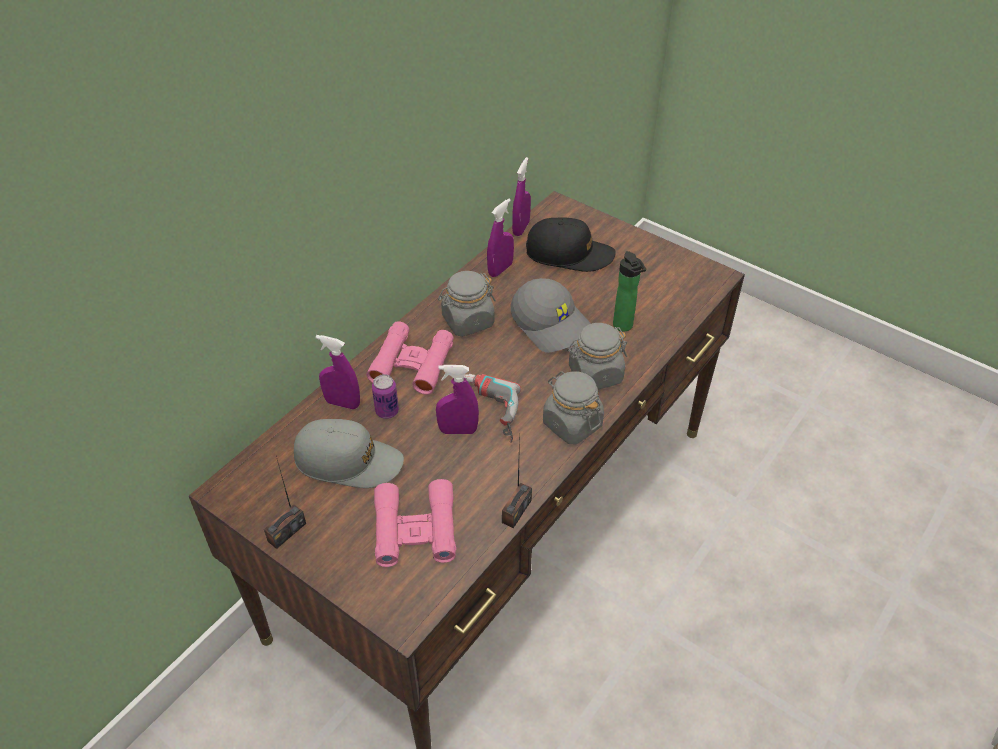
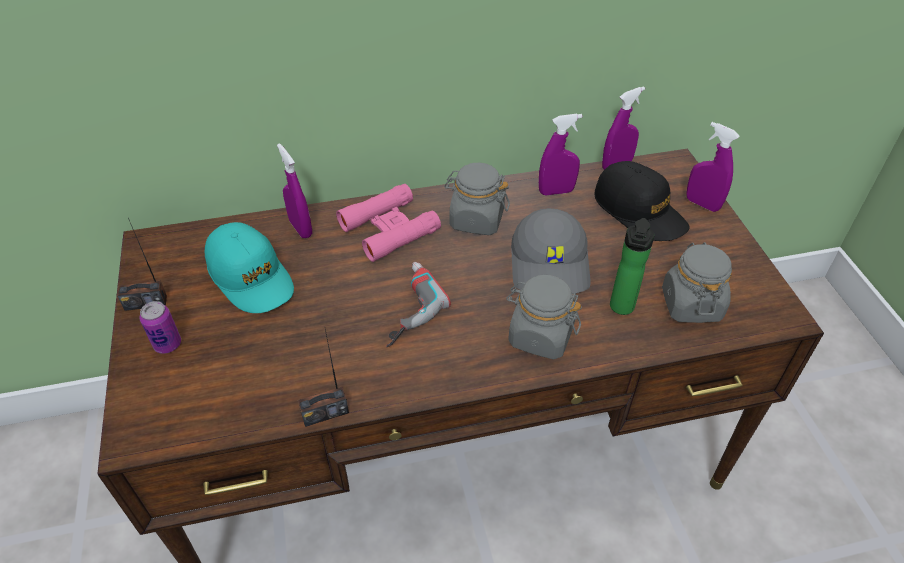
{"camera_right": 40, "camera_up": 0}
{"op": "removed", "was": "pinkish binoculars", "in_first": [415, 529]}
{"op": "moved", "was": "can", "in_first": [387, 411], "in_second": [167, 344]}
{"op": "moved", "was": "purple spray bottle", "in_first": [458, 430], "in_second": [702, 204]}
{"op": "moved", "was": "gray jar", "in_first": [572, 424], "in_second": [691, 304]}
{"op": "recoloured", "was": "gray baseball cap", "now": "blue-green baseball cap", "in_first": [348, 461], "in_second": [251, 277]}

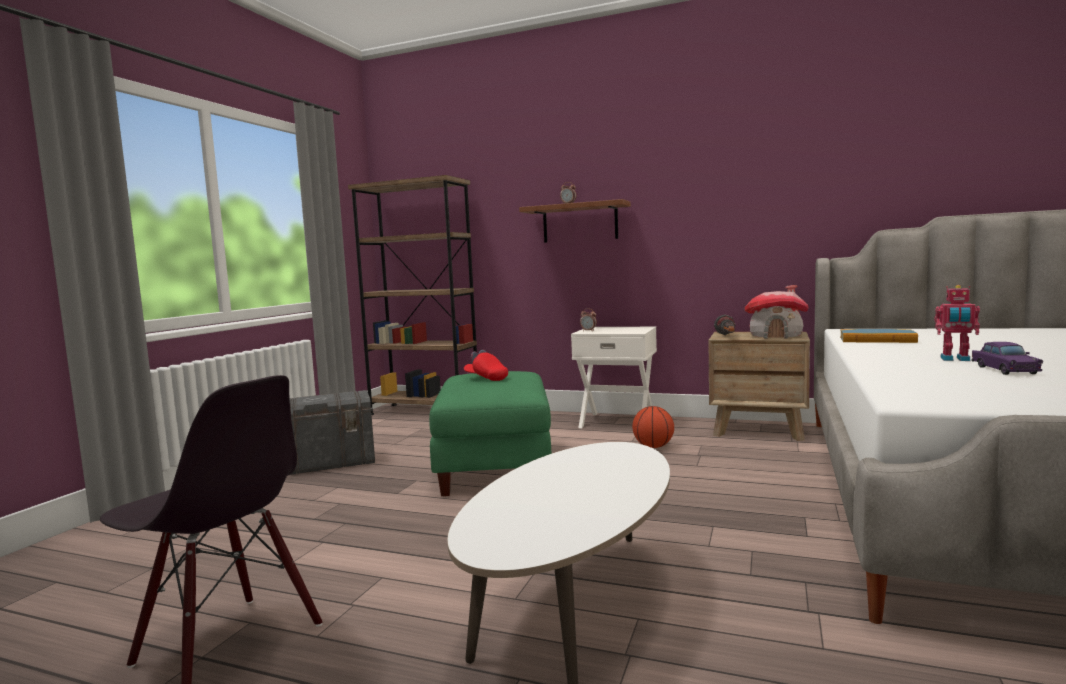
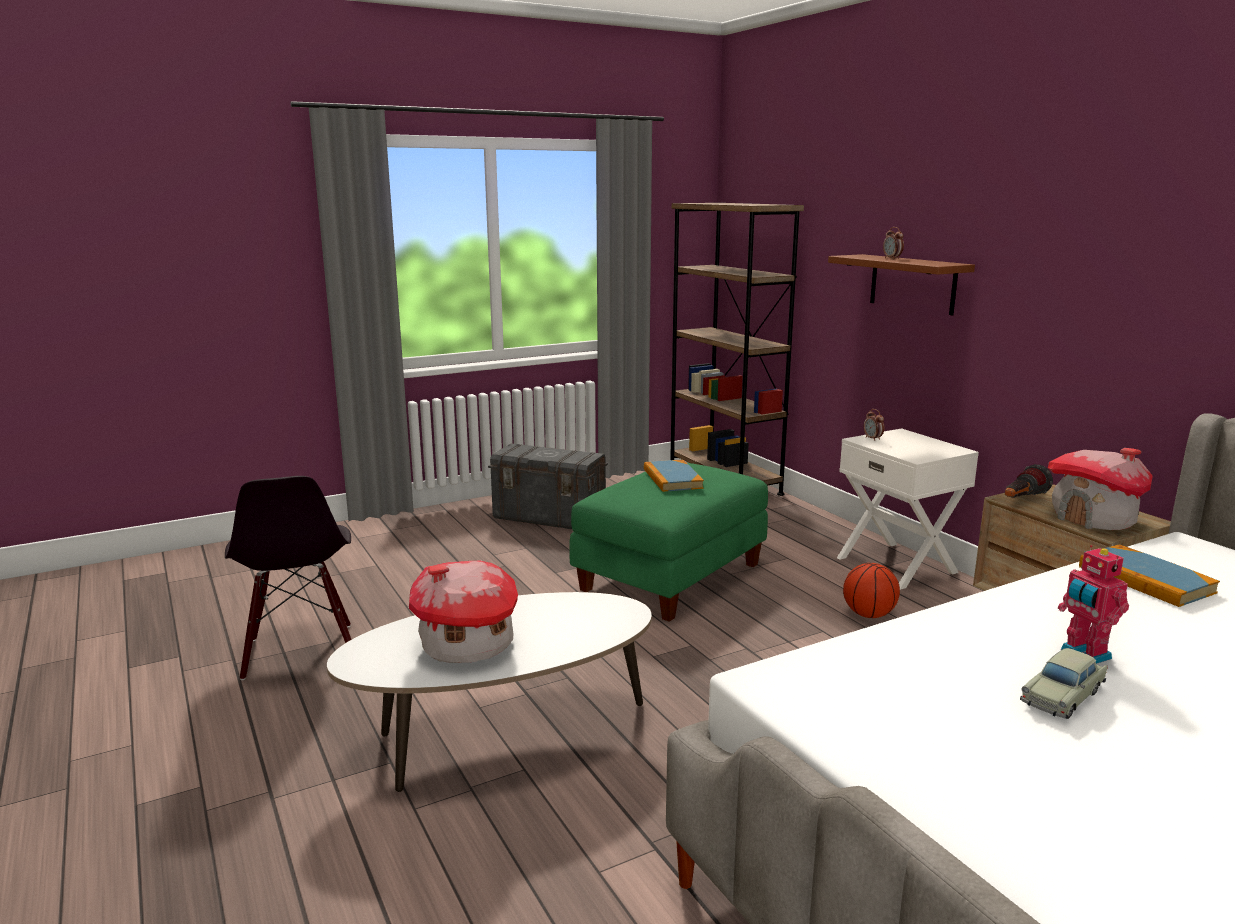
{"camera_right": 40, "camera_up": 10}
{"op": "added", "now": "model house", "in_second": [467, 646]}
{"op": "replaced", "was": "red baseball cap", "now": "volume", "in_first": [486, 378], "in_second": [672, 479]}
{"op": "recoloured", "was": "purple toy car", "now": "sand-coloured toy car", "in_first": [1004, 370], "in_second": [1063, 696]}

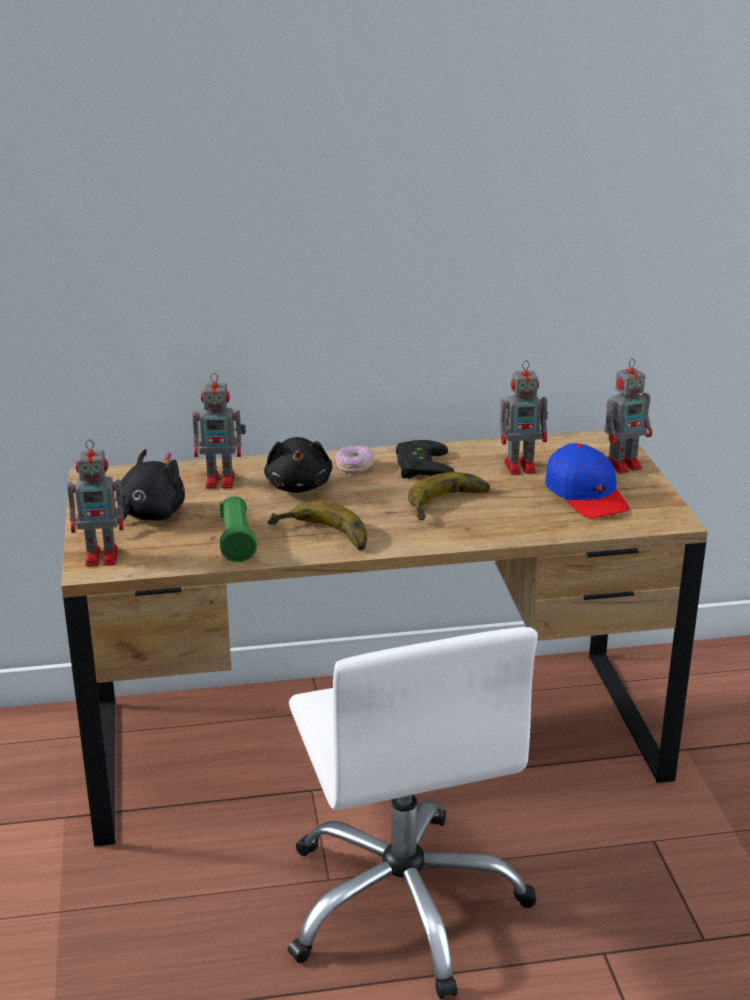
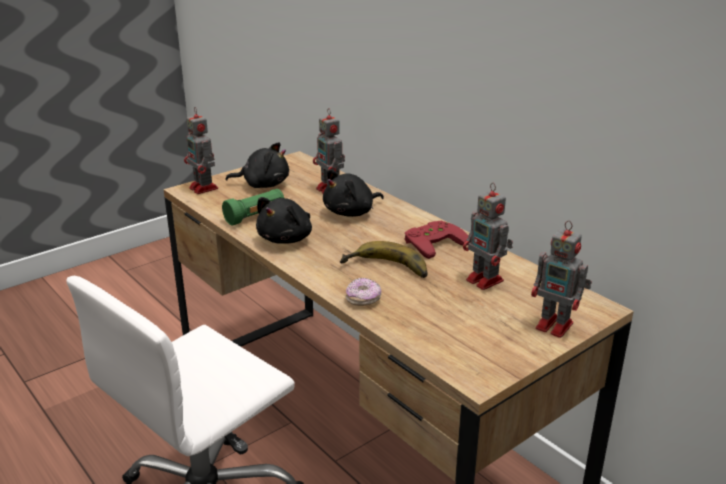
{"camera_right": 60, "camera_up": 0}
{"op": "removed", "was": "blue baseball cap", "in_first": [586, 495]}
{"op": "moved", "was": "ring doughnut", "in_first": [354, 467], "in_second": [363, 300]}
{"op": "replaced", "was": "banana fruit", "now": "black-coloured plush toy", "in_first": [320, 537], "in_second": [287, 238]}
{"op": "recoloured", "was": "black-coloured joypad", "now": "red joypad", "in_first": [419, 466], "in_second": [432, 242]}

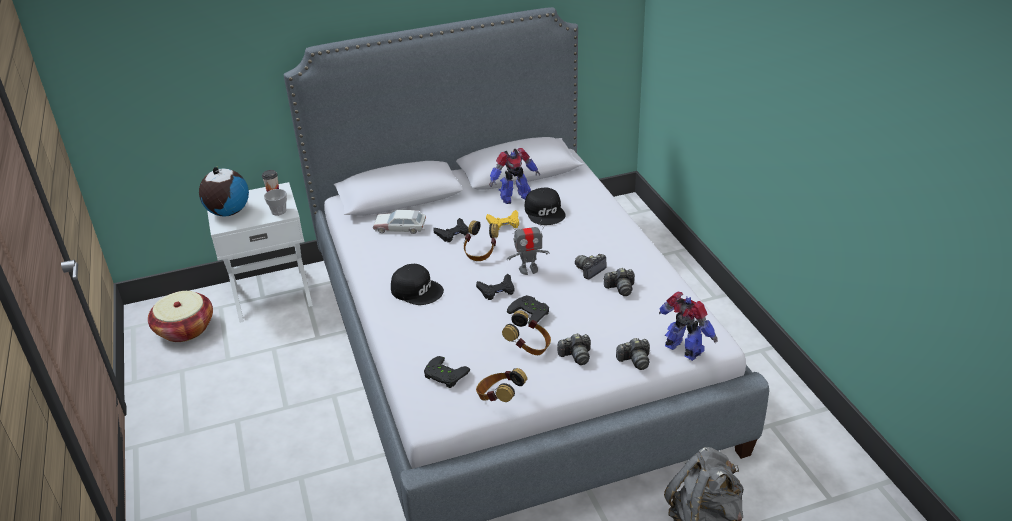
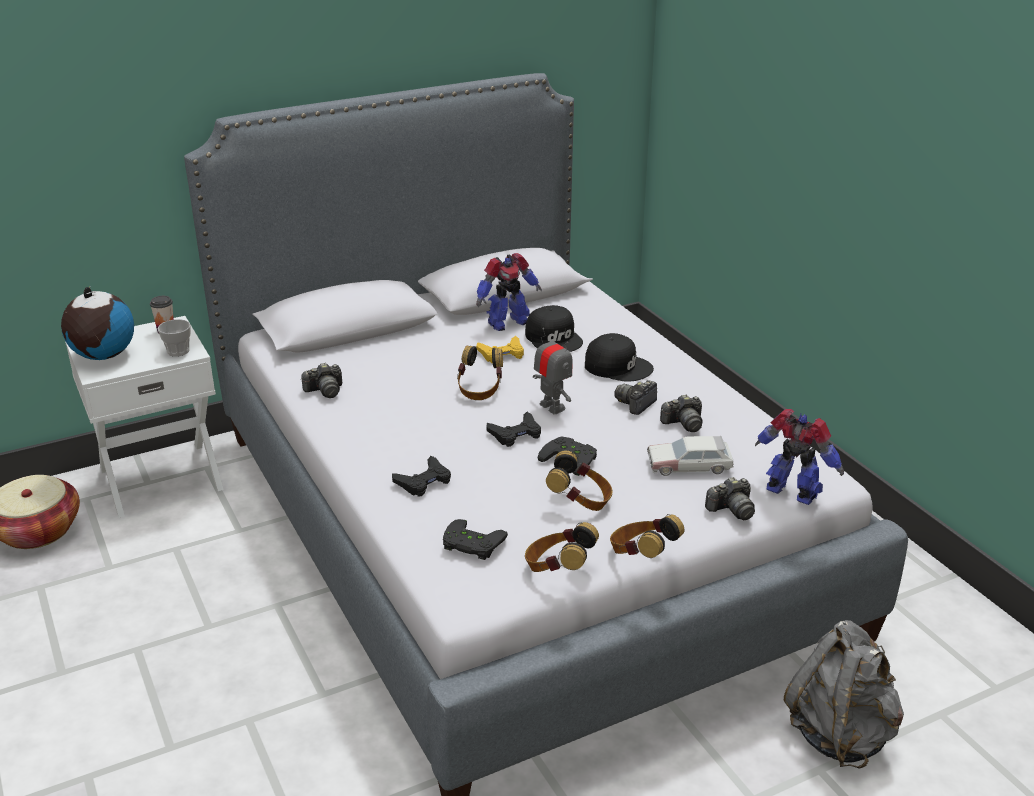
{"camera_right": -10, "camera_up": -5}
{"op": "added", "now": "headphones", "in_second": [641, 556]}
{"op": "moved", "was": "toy car", "in_first": [400, 227], "in_second": [690, 465]}
{"op": "moved", "was": "black-coloured baseball cap", "in_first": [417, 290], "in_second": [618, 366]}
{"op": "moved", "was": "black-coloured joypad", "in_first": [453, 233], "in_second": [423, 481]}
{"op": "moved", "was": "photo camera", "in_first": [576, 356], "in_second": [325, 391]}
{"op": "turned", "was": "model robot", "in_first": [528, 269], "in_second": [552, 407], "clockwise": -105}

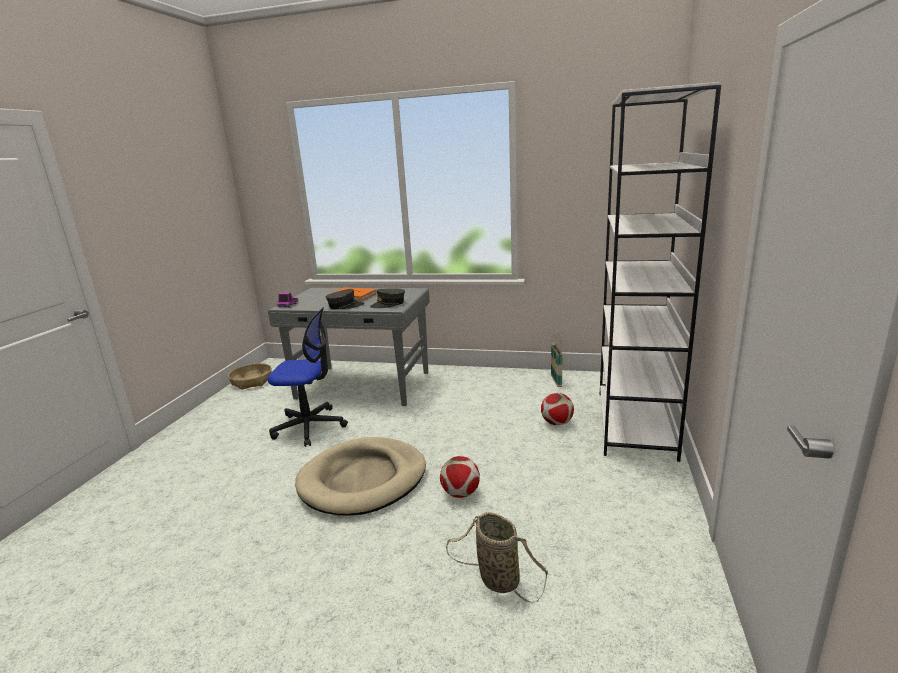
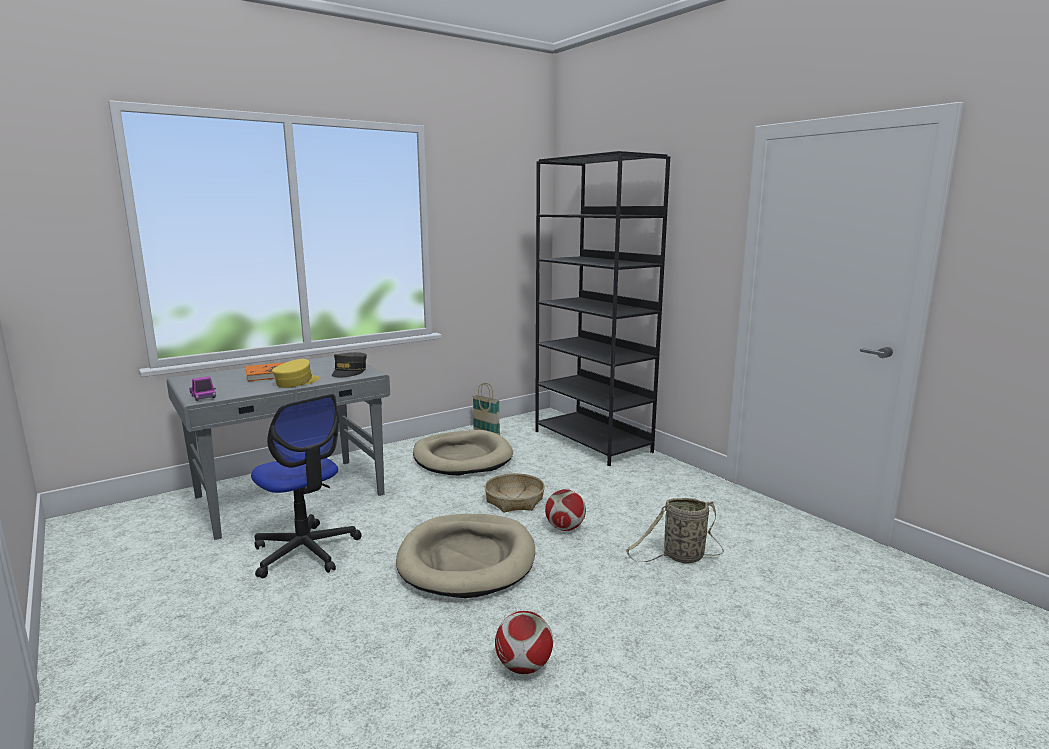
{"camera_right": -50, "camera_up": -5}
{"op": "added", "now": "sand-coloured dog cushion", "in_second": [462, 457]}
{"op": "moved", "was": "storage basket", "in_first": [252, 381], "in_second": [514, 500]}
{"op": "moved", "was": "ball for football", "in_first": [557, 423], "in_second": [523, 666]}
{"op": "recoloured", "was": "gray baseball cap", "now": "yellow baseball cap", "in_first": [345, 306], "in_second": [296, 382]}
{"op": "recoloured", "was": "whitish bookcase", "now": "black-coloured bookcase", "in_first": [635, 424], "in_second": [593, 441]}
{"op": "turned", "was": "desk chair", "in_first": [310, 426], "in_second": [305, 551], "clockwise": 90}

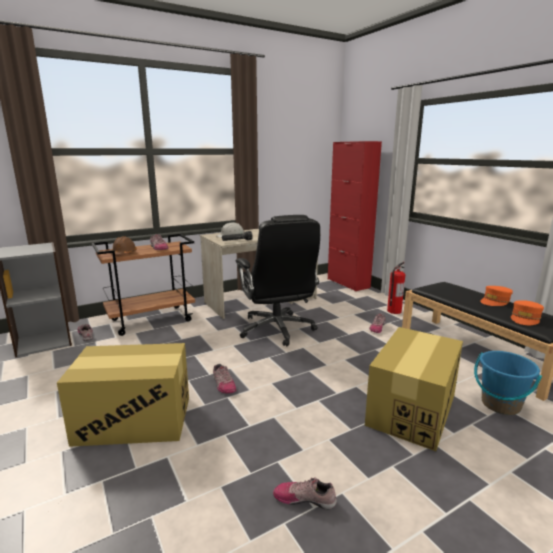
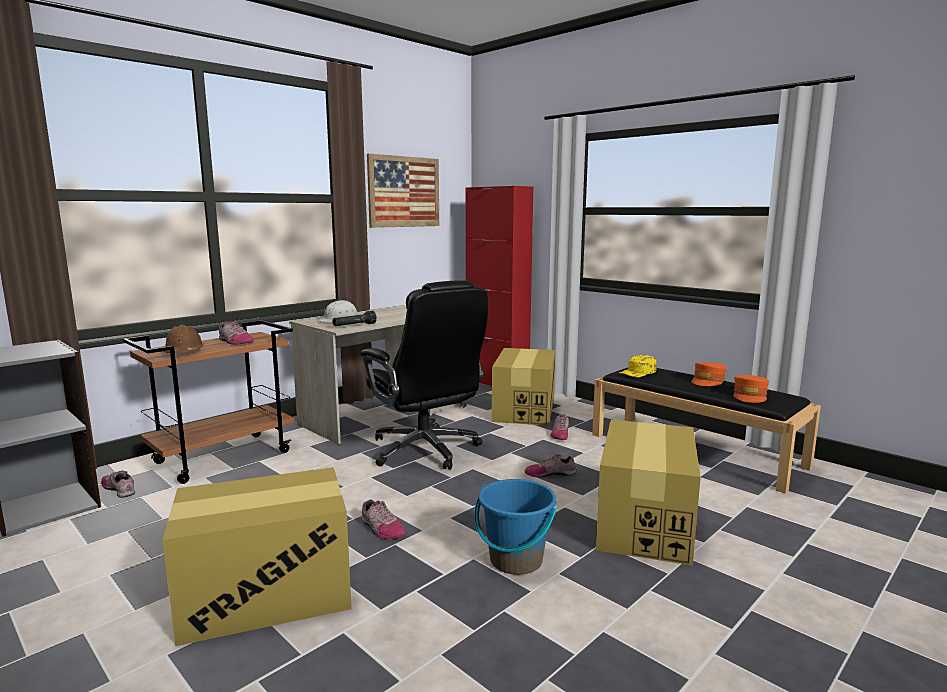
{"camera_right": -15, "camera_up": -5}
{"op": "removed", "was": "extinguisher", "in_first": [394, 311]}
{"op": "added", "now": "wall art", "in_second": [404, 192]}
{"op": "added", "now": "carton", "in_second": [524, 410]}
{"op": "added", "now": "yellow baseball cap", "in_second": [638, 372]}
{"op": "moved", "was": "shoe", "in_first": [304, 498], "in_second": [550, 473]}
{"op": "moved", "was": "blue water bucket", "in_first": [500, 404], "in_second": [515, 560]}

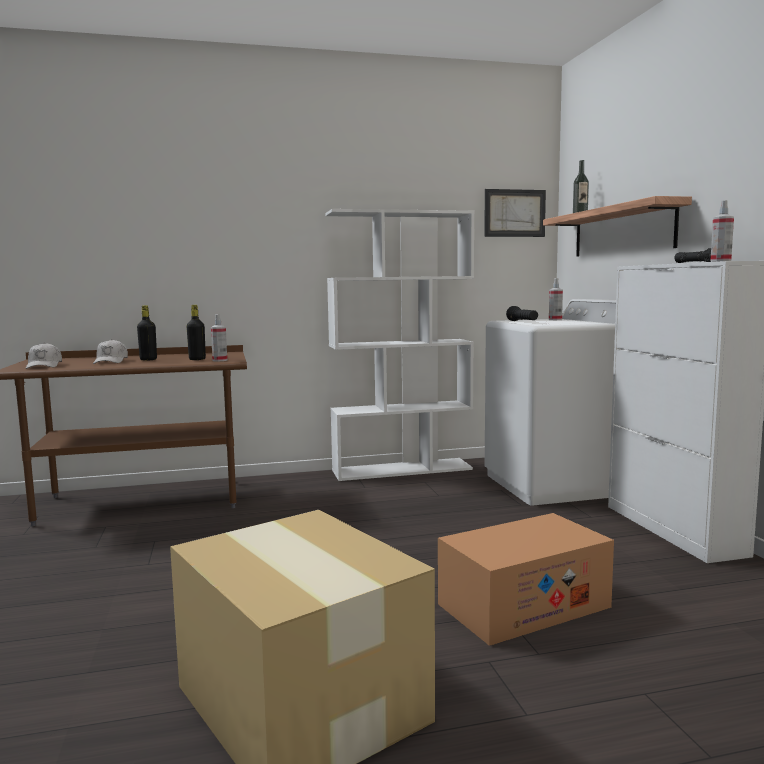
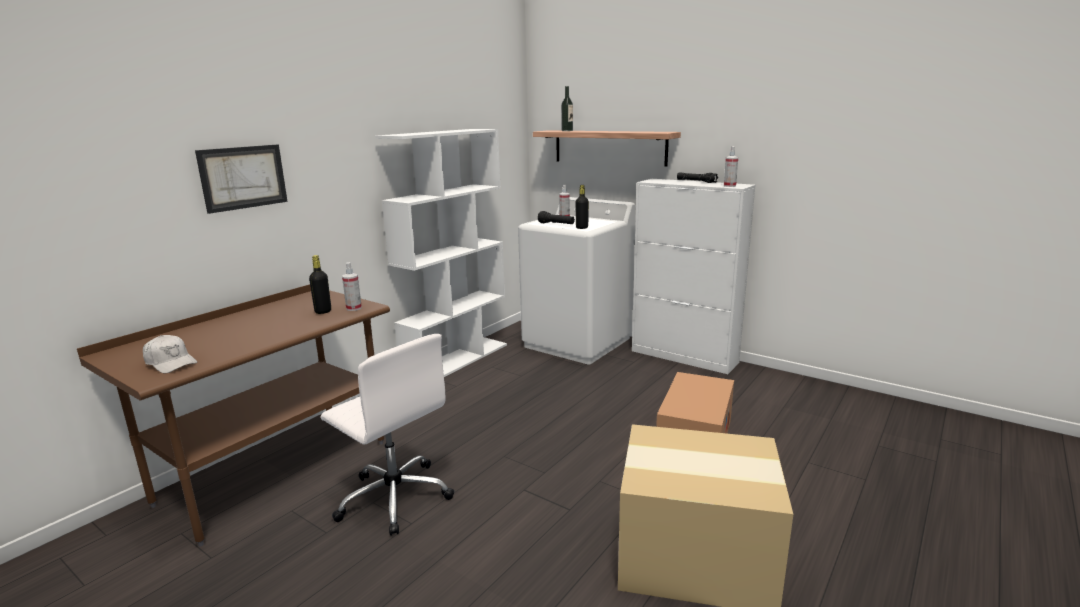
{"camera_right": -40, "camera_up": 10}
{"op": "removed", "was": "whitish baseball cap", "in_first": [111, 361]}
{"op": "added", "now": "whitish desk chair", "in_second": [394, 497]}
{"op": "moved", "was": "black-coloured drink bottle", "in_first": [148, 359], "in_second": [582, 228]}
{"op": "moved", "was": "wall art", "in_first": [514, 213], "in_second": [243, 177]}

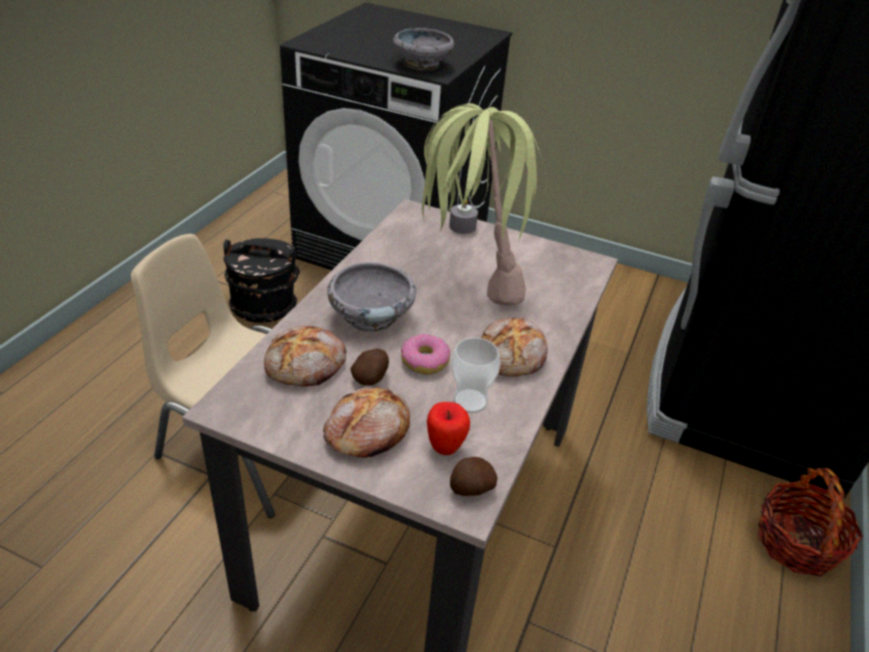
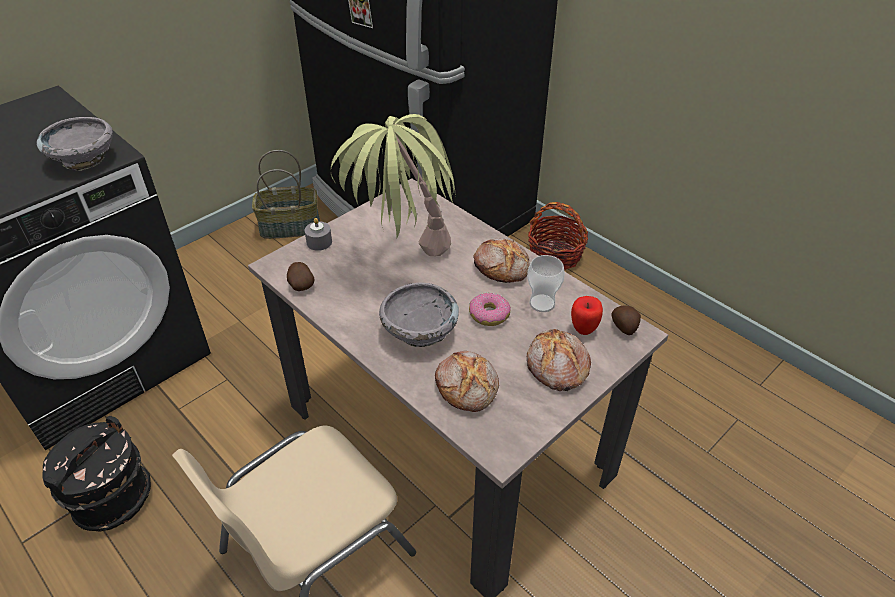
{"camera_right": -65, "camera_up": 5}
{"op": "added", "now": "storage basket", "in_second": [290, 227]}
{"op": "moved", "was": "potato", "in_first": [371, 378], "in_second": [301, 285]}

